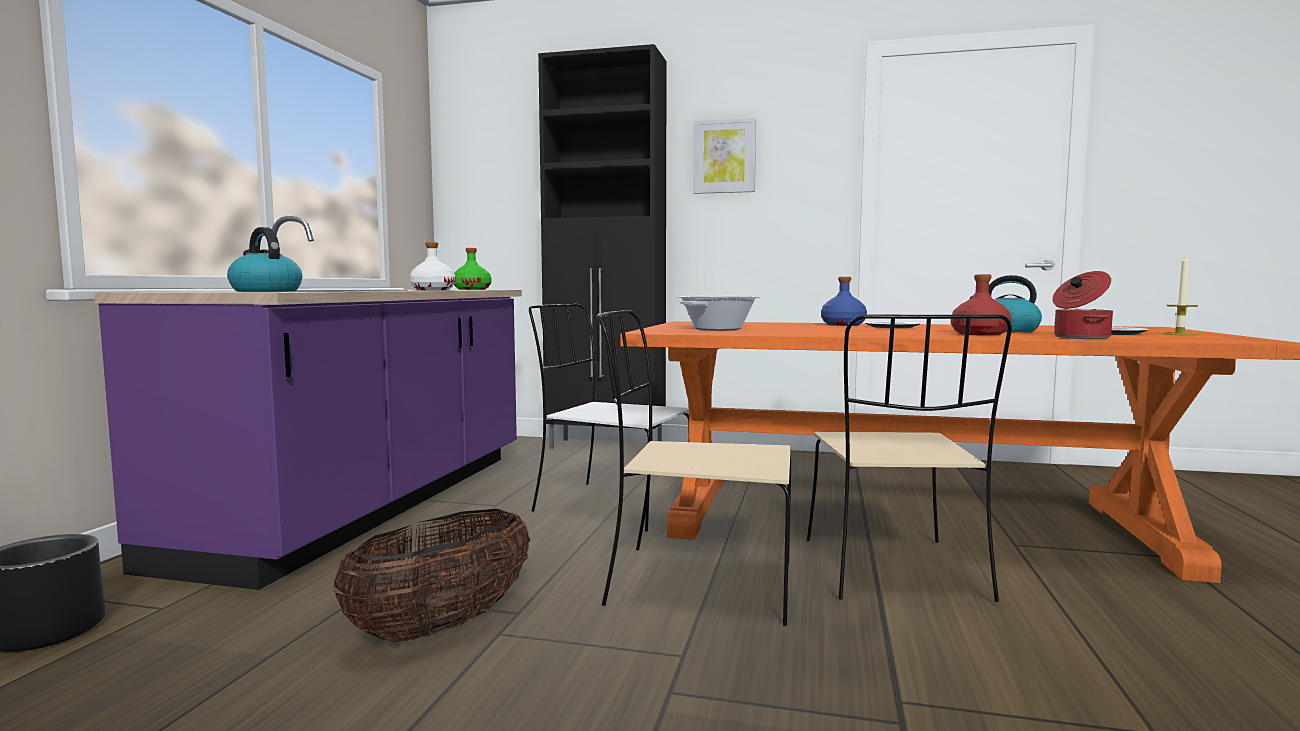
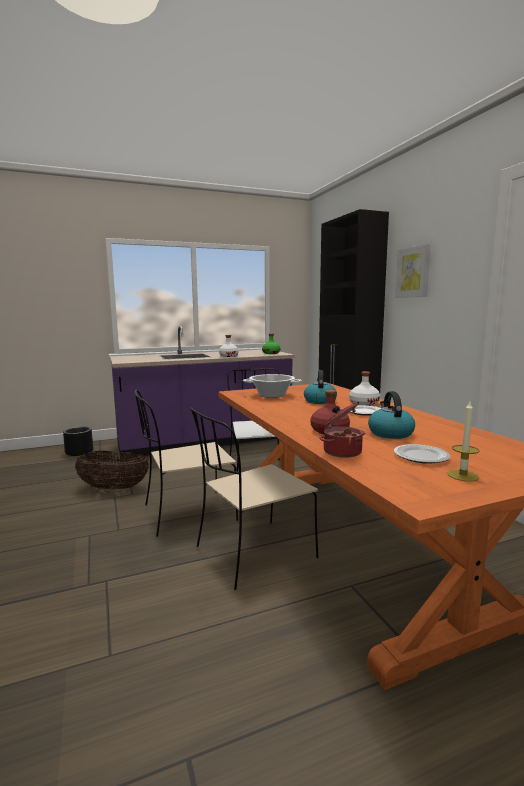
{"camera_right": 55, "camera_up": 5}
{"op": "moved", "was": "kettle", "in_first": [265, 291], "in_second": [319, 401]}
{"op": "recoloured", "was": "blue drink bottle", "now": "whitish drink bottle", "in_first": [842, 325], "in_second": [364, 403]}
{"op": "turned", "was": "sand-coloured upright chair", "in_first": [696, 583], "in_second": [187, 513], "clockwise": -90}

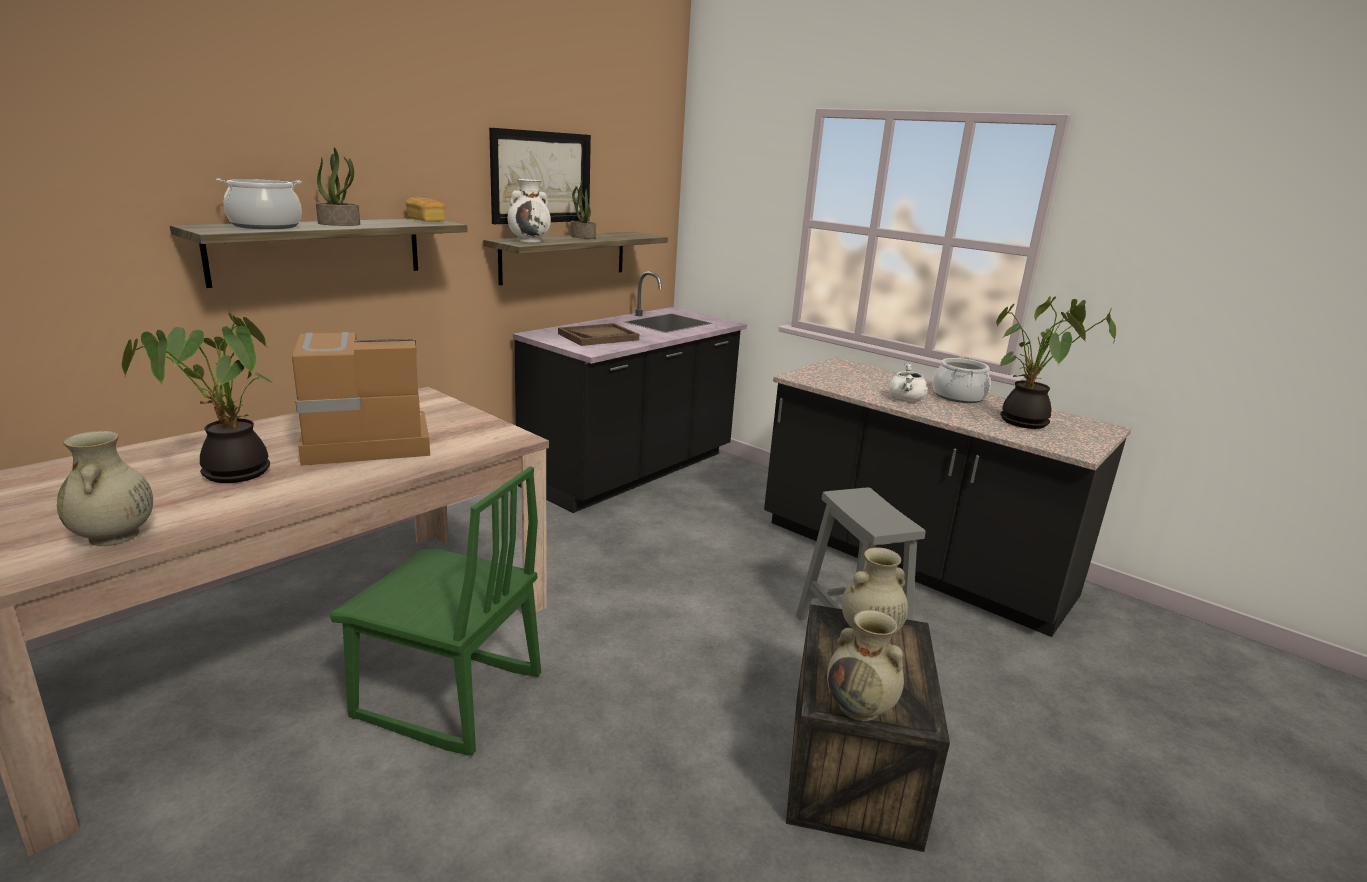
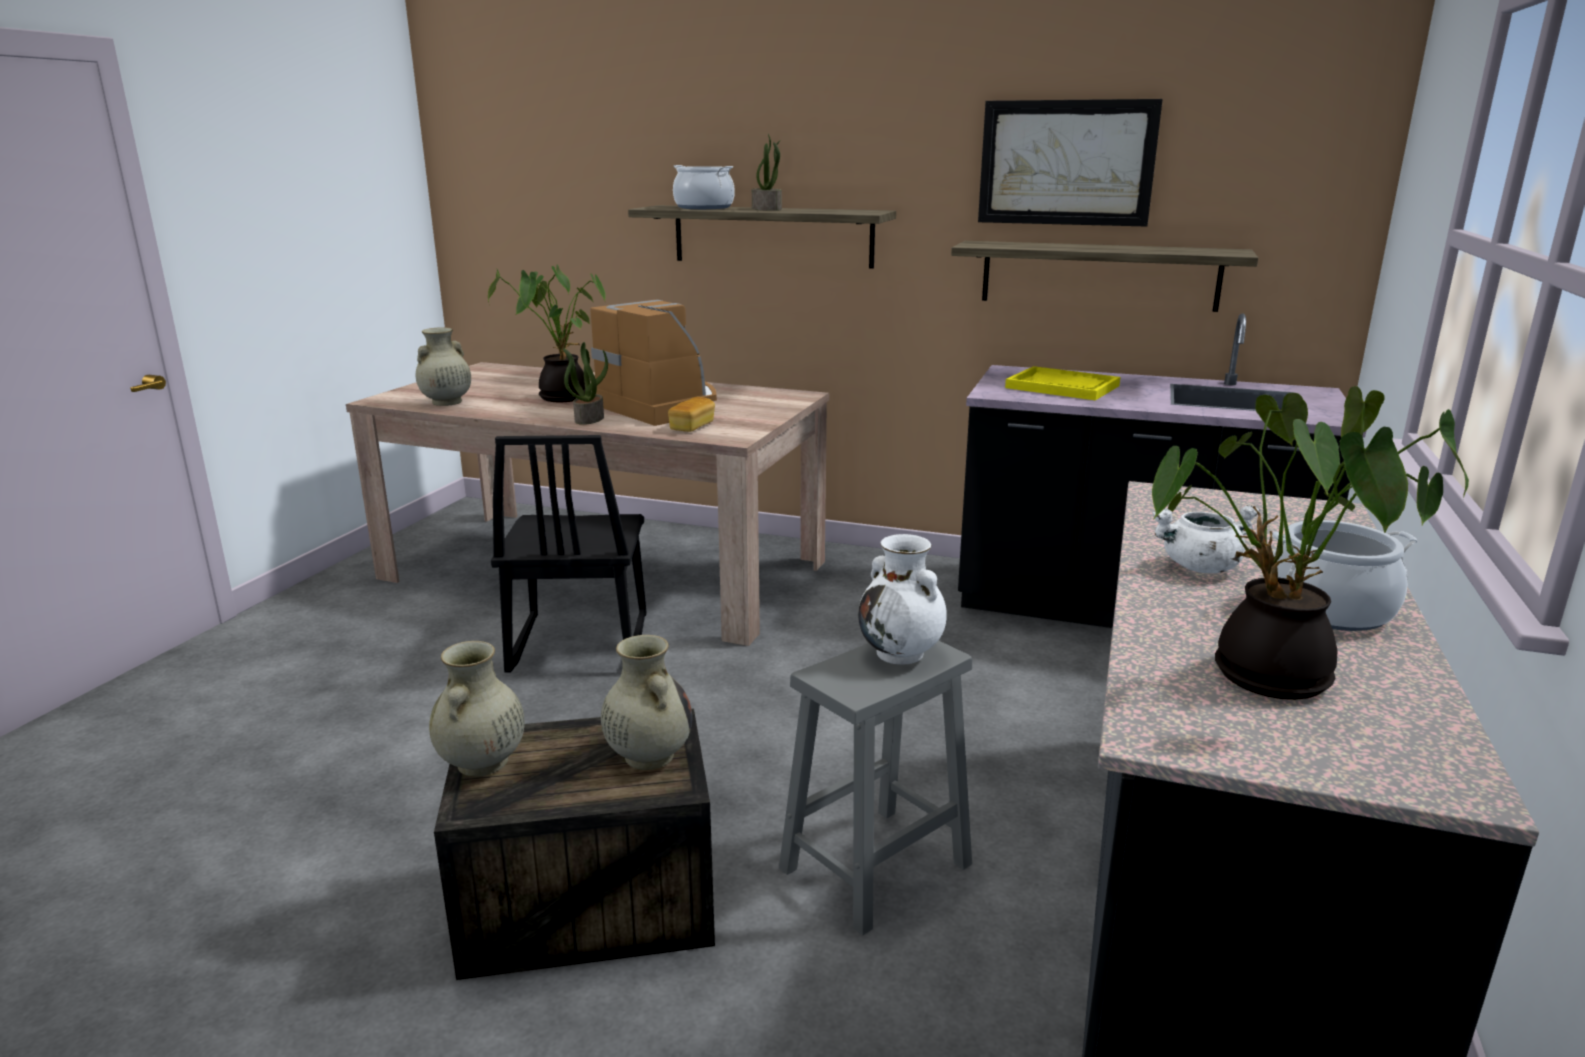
{"camera_right": 70, "camera_up": 0}
{"op": "moved", "was": "bread", "in_first": [426, 221], "in_second": [692, 427]}
{"op": "moved", "was": "whitish flower vase", "in_first": [529, 241], "in_second": [901, 654]}
{"op": "moved", "was": "potted plant", "in_first": [582, 237], "in_second": [589, 419]}
{"op": "recoloured", "was": "green-coloured upright chair", "now": "black-coloured upright chair", "in_first": [448, 698], "in_second": [578, 643]}
{"op": "recoloured", "was": "brownish carrying tray", "now": "yellow carrying tray", "in_first": [598, 337], "in_second": [1062, 387]}

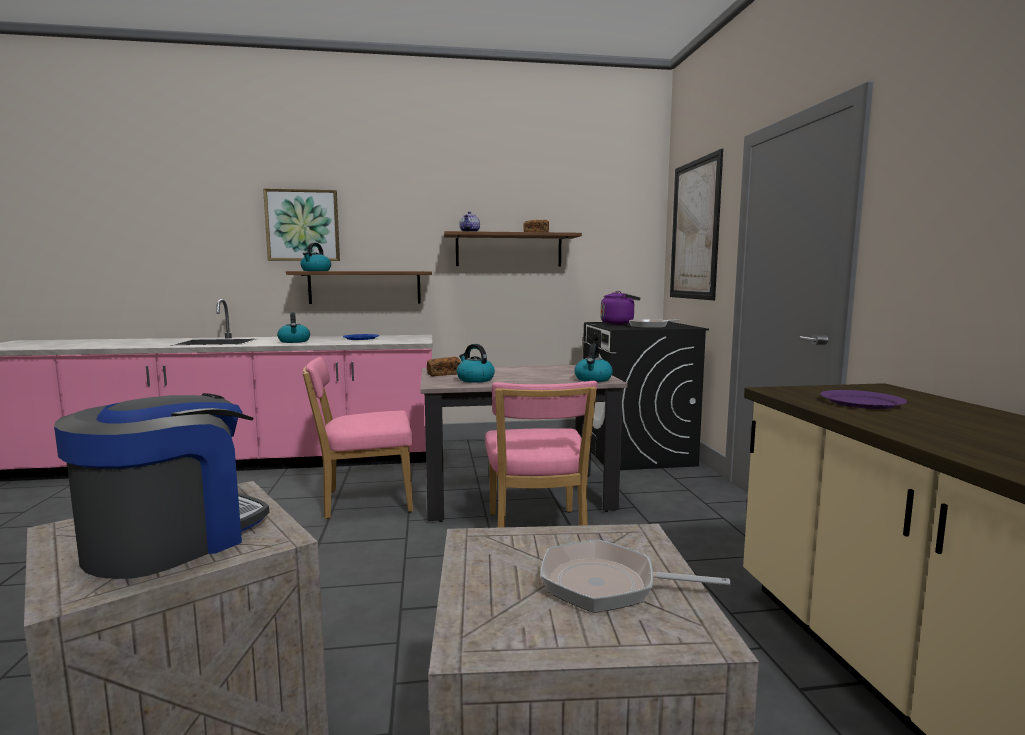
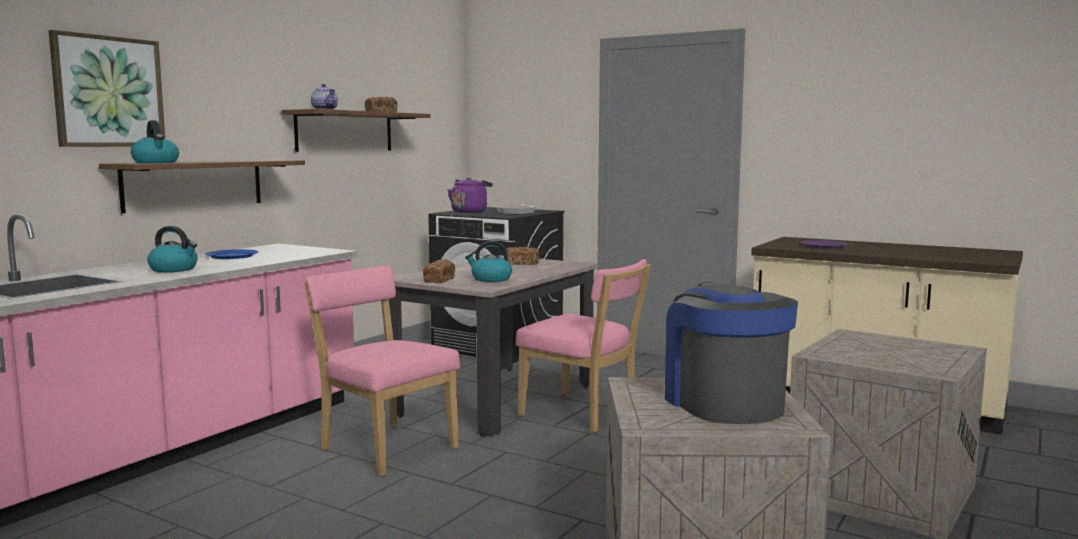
{"camera_right": -50, "camera_up": 0}
{"op": "removed", "was": "skillet", "in_first": [607, 585]}
{"op": "removed", "was": "kettle", "in_first": [593, 379]}
{"op": "removed", "was": "wall art", "in_first": [694, 230]}
{"op": "added", "now": "bread", "in_second": [522, 263]}
{"op": "turned", "was": "pinkish upright chair", "in_first": [363, 501], "in_second": [385, 448], "clockwise": 105}

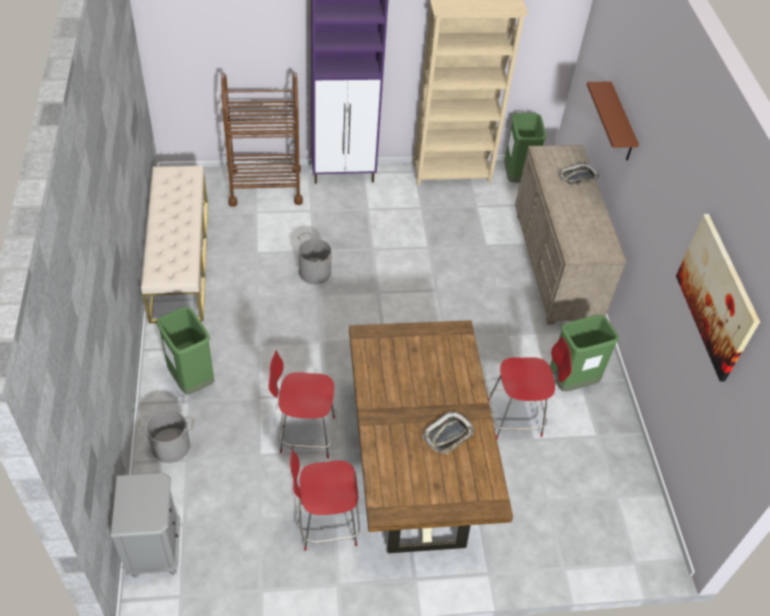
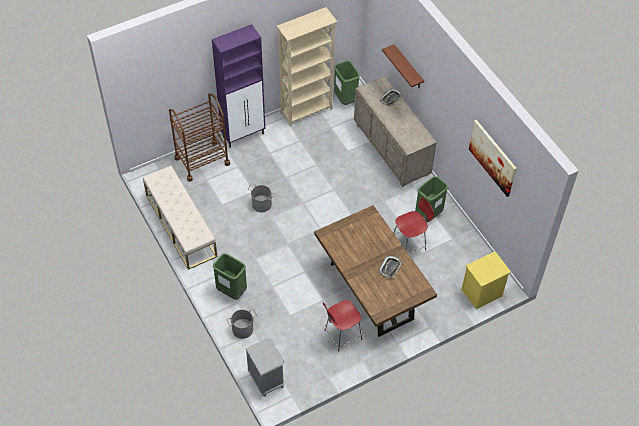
{"camera_right": -20, "camera_up": 5}
{"op": "removed", "was": "red upright chair", "in_first": [305, 434]}
{"op": "added", "now": "yellow night table", "in_second": [481, 293]}

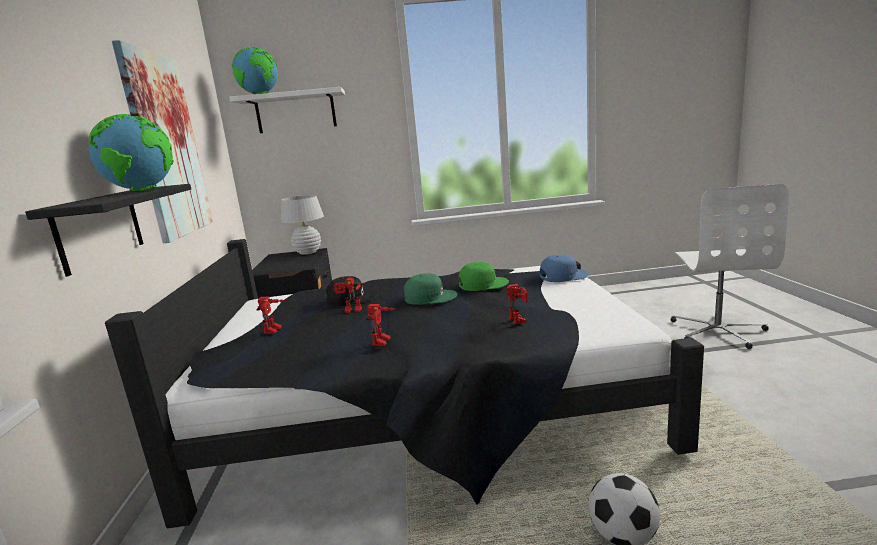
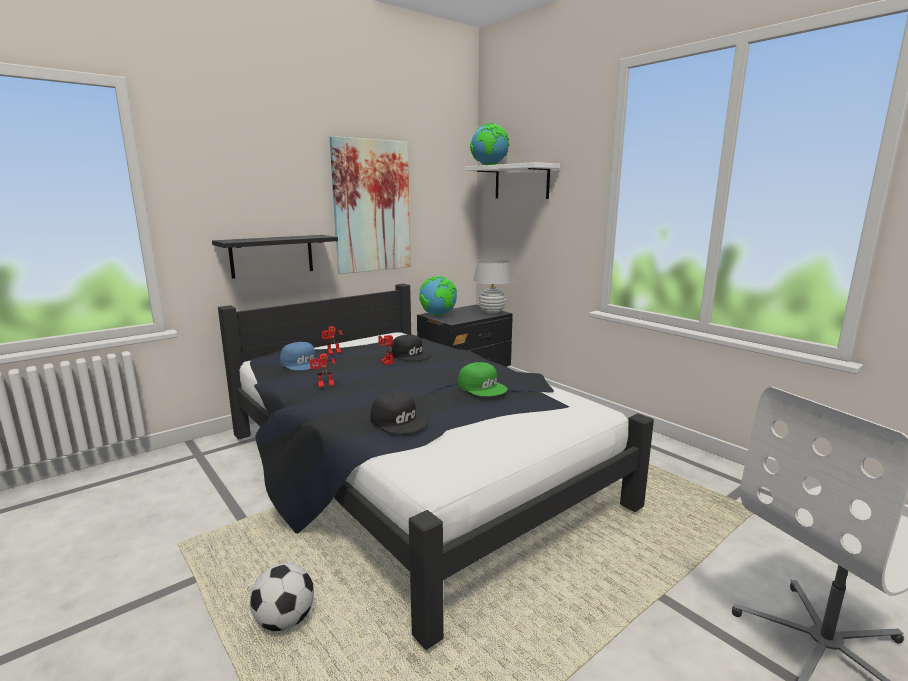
{"camera_right": 55, "camera_up": 0}
{"op": "removed", "was": "green-coloured baseball cap", "in_first": [430, 297]}
{"op": "moved", "was": "globe", "in_first": [142, 190], "in_second": [438, 315]}
{"op": "moved", "was": "blue baseball cap", "in_first": [563, 275], "in_second": [302, 363]}
{"op": "replaced", "was": "model robot", "now": "black-coloured baseball cap", "in_first": [520, 320], "in_second": [399, 420]}

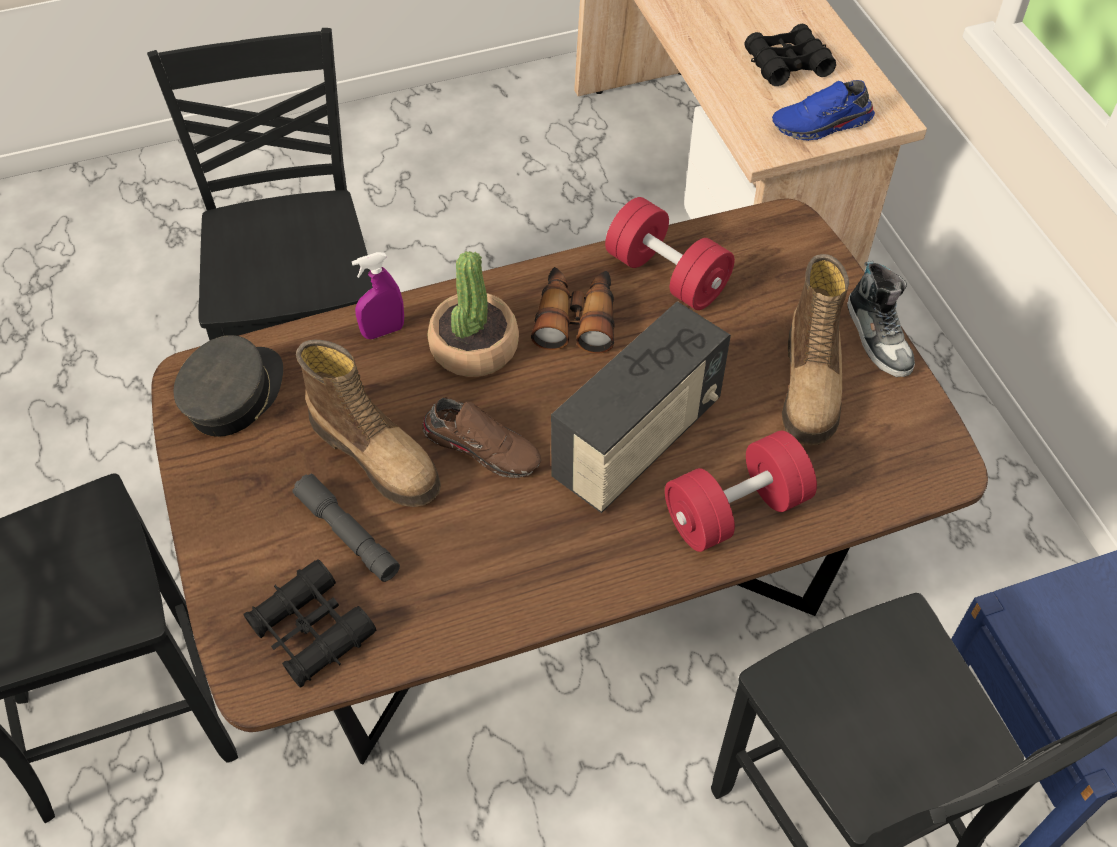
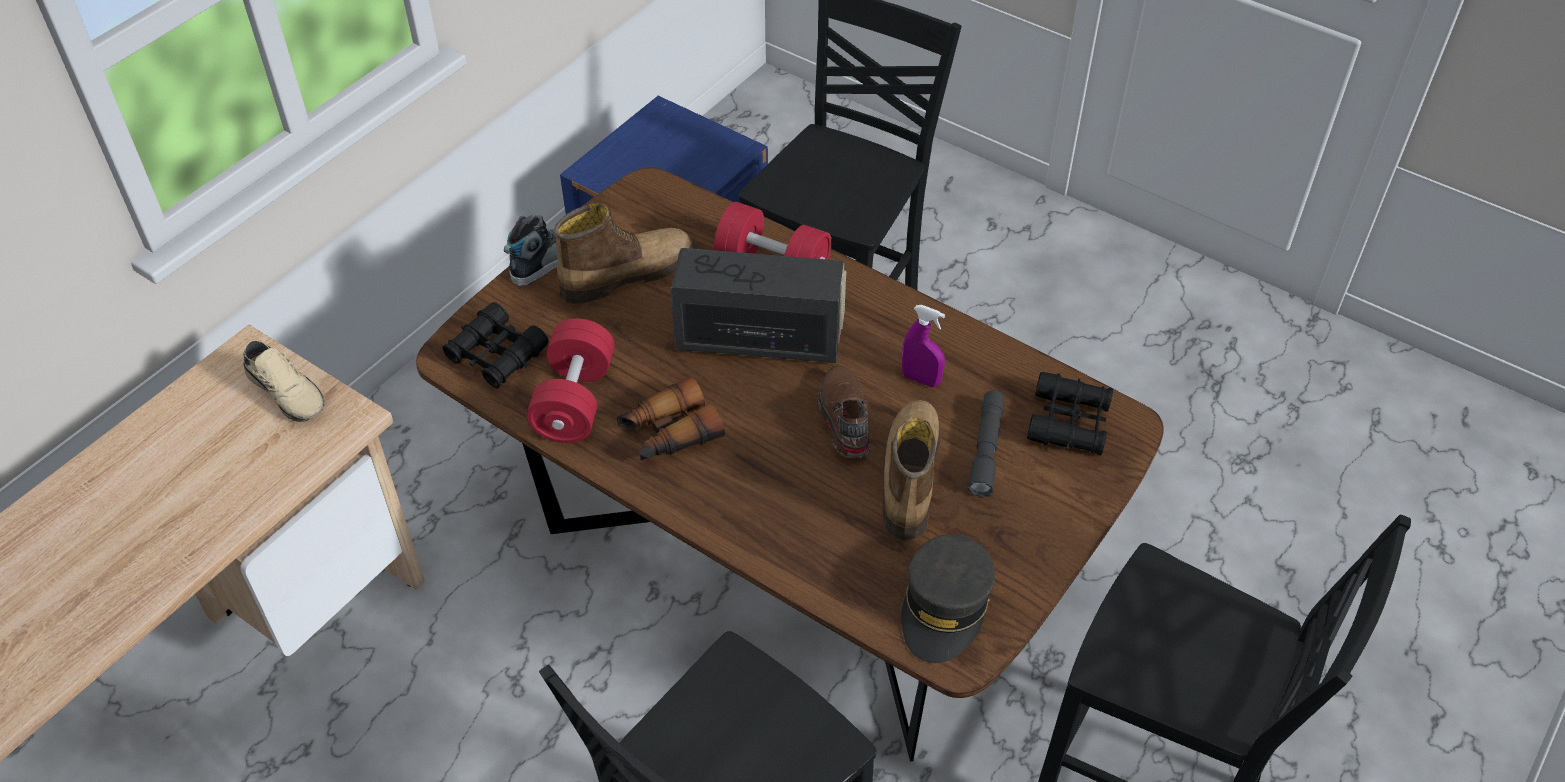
{"camera_right": -125, "camera_up": -5}
{"op": "removed", "was": "potted plant", "in_first": [474, 347]}
{"op": "moved", "was": "purple spray bottle", "in_first": [383, 331], "in_second": [920, 379]}
{"op": "moved", "was": "black-coloured binoculars", "in_first": [787, 64], "in_second": [497, 354]}
{"op": "recoloured", "was": "blue shoe", "now": "sand-coloured shoe", "in_first": [822, 125], "in_second": [288, 392]}
{"op": "turned", "was": "gray baseball cap", "in_first": [234, 396], "in_second": [945, 608], "clockwise": -60}

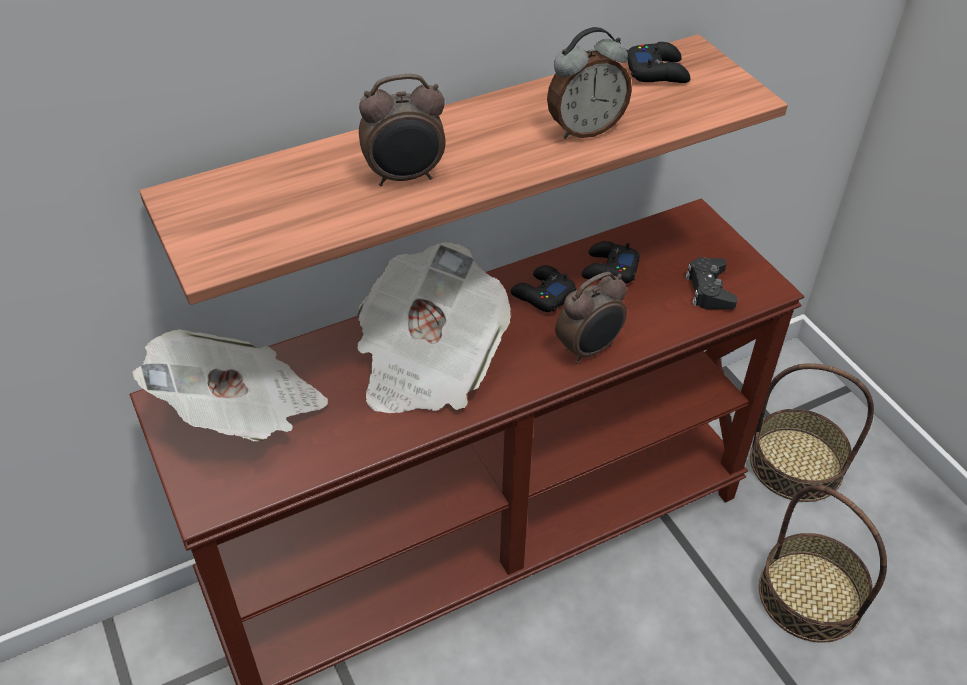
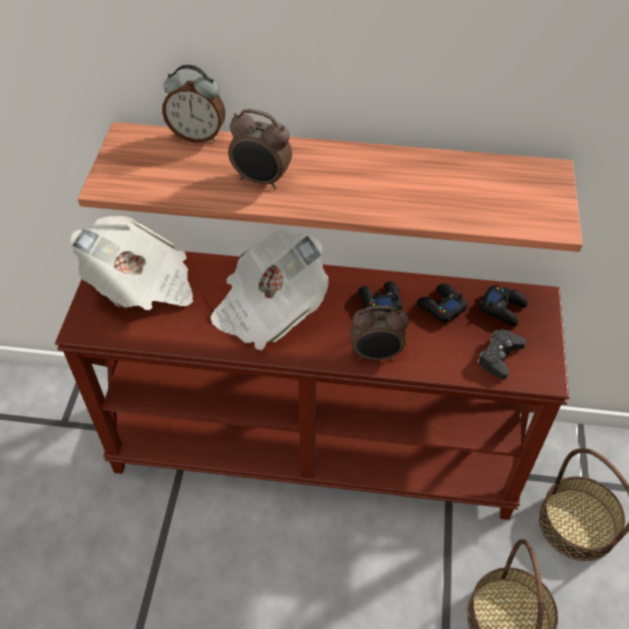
{"camera_right": 35, "camera_up": 5}
{"op": "moved", "was": "bedside clock", "in_first": [584, 129], "in_second": [198, 135]}
{"op": "moved", "was": "black-coloured joypad", "in_first": [657, 72], "in_second": [503, 308]}

